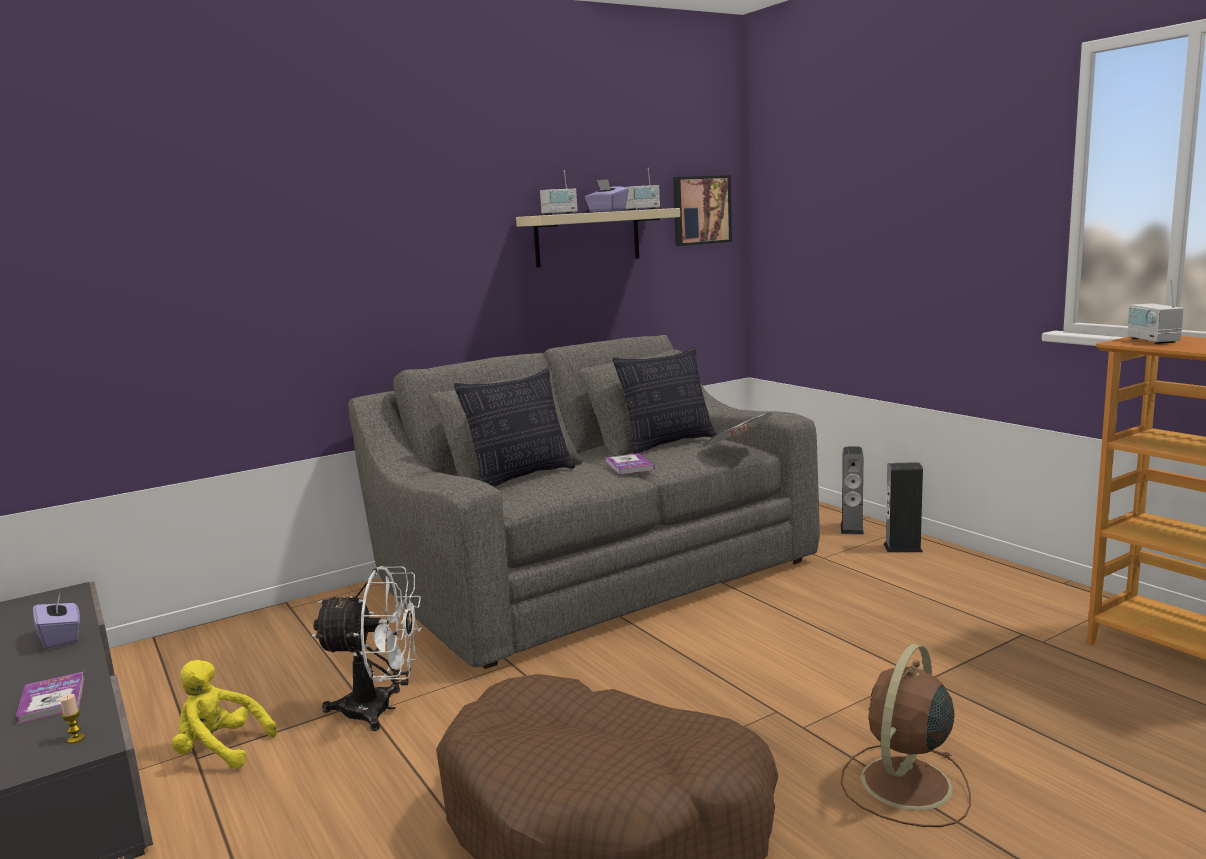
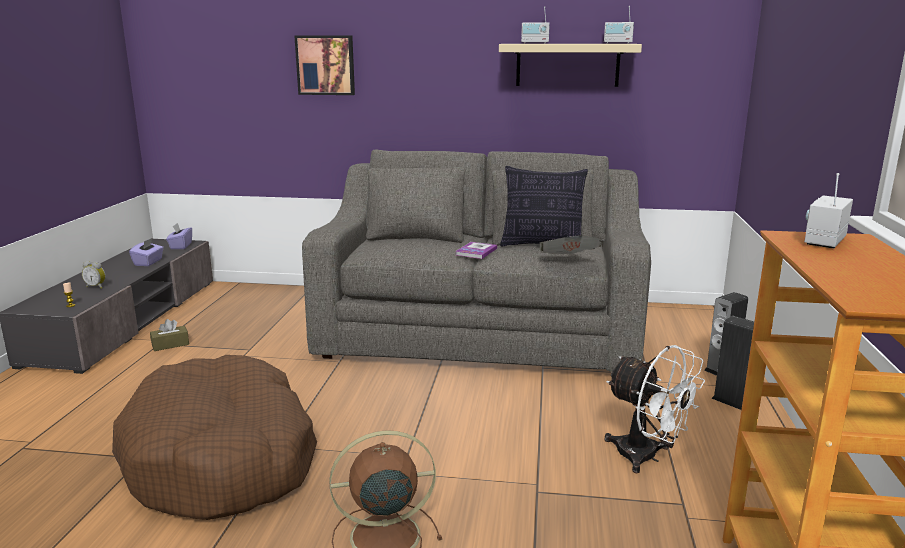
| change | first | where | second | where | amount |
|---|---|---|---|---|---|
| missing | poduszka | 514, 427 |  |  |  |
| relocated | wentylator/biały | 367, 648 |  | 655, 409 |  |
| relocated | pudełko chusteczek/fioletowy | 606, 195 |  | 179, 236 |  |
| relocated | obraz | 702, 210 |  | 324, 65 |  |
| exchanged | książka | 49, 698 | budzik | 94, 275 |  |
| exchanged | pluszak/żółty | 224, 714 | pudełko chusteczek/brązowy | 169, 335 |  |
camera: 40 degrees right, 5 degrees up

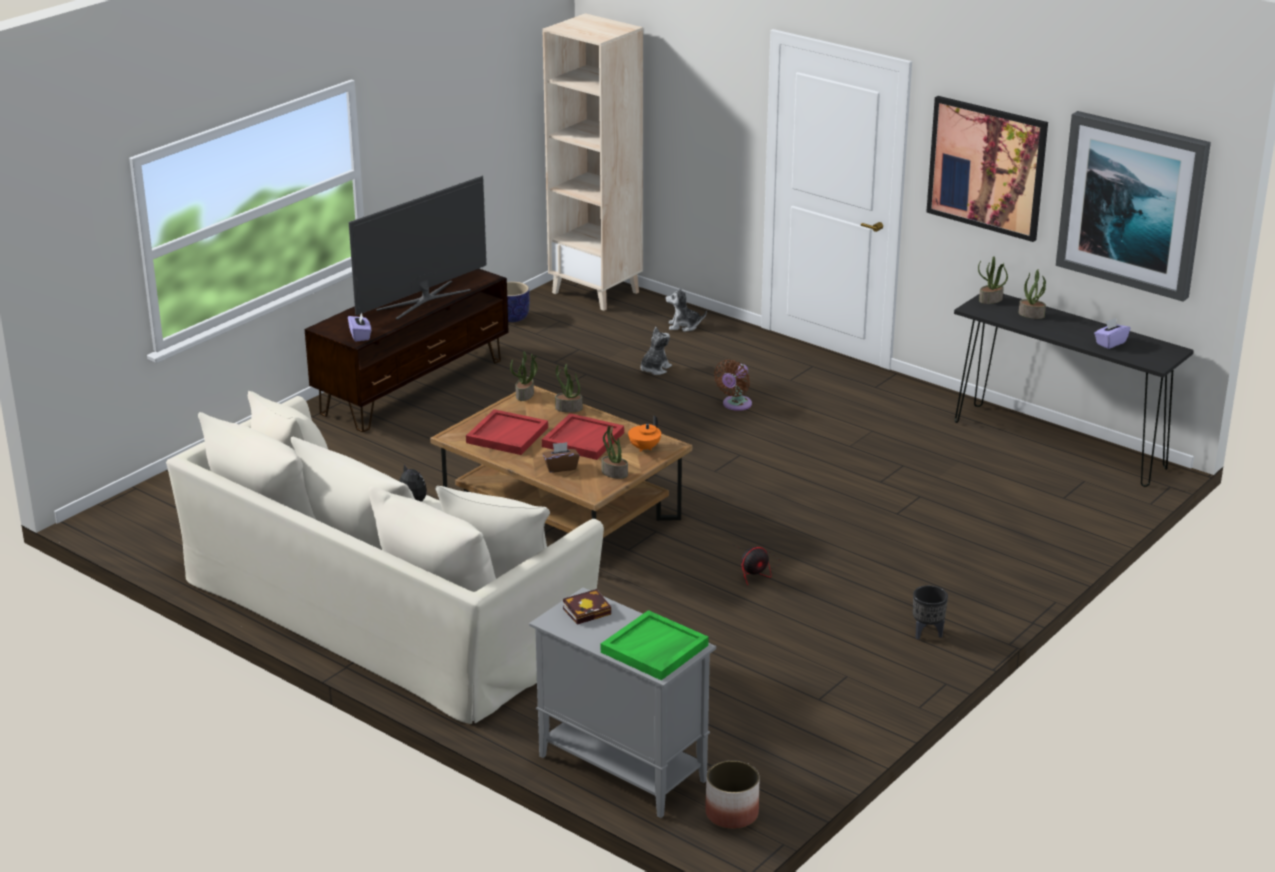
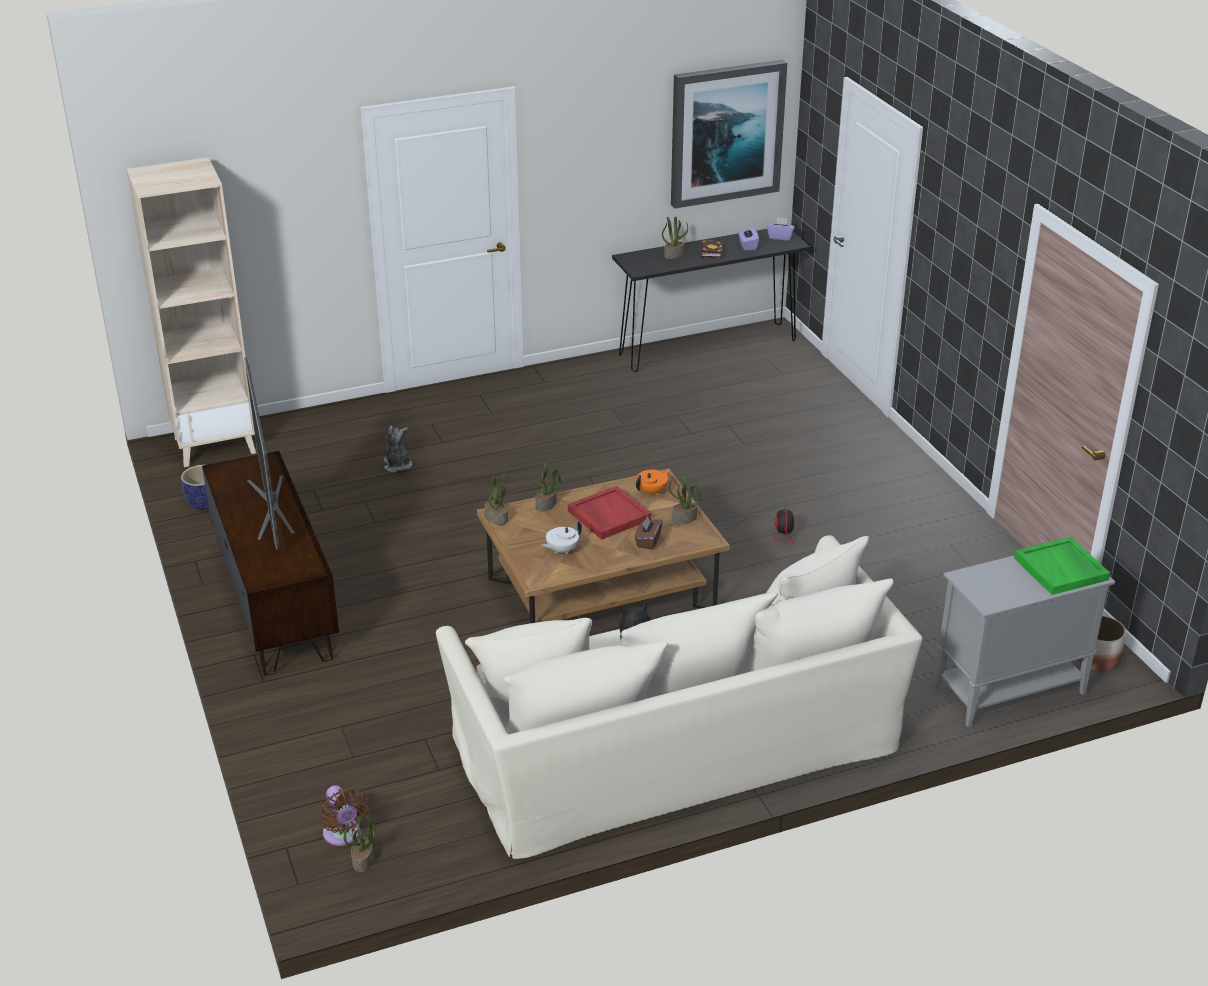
| change | first | where | second | where | amount |
|---|---|---|---|---|---|
| missing | pluszak | 686, 309 |  |  |  |
| missing | donica/czarny | 930, 612 |  |  |  |
| missing | obraz | 987, 169 |  |  |  |
| relocated | pudełko chusteczek/fioletowy | 359, 327 |  | 781, 229 |  |
| relocated | książka | 587, 607 |  | 711, 249 |  |
| relocated | wentylator/brązowy | 733, 385 |  | 344, 815 |  |
| relocated | roślina doniczkowa | 993, 280 |  | 360, 843 |  |
| exchanged | taca/czerwony | 507, 432 | imbryk/biały | 561, 537 |  |
| spun | imbryk/pomarańczowy | 644, 433 |  | 653, 482 | 105 degrees counterclockwise |
camera: 60 degrees left, 5 degrees up

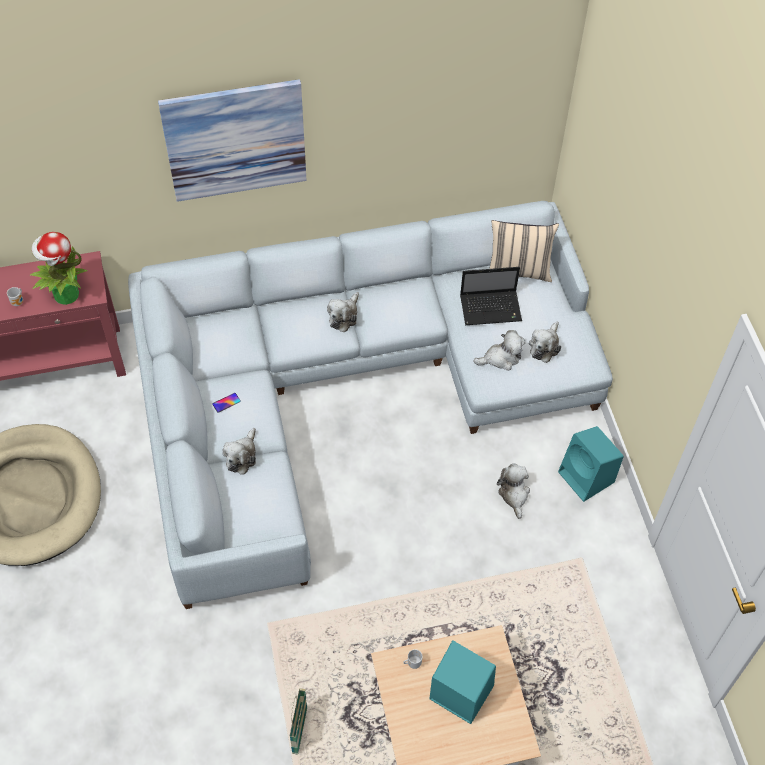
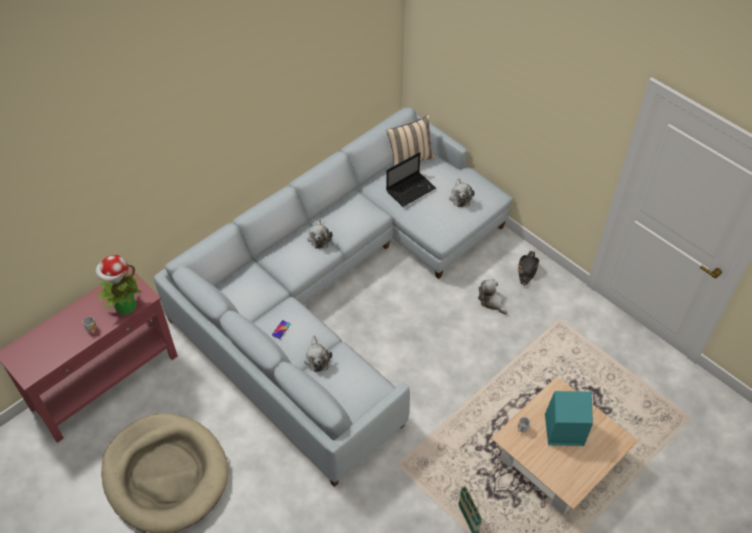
| change | first | where | second | where | amount |
|---|---|---|---|---|---|
| missing | obraz | 232, 140 |  |  |  |
| missing | pluszak | 499, 350 |  |  |  |
| exchanged | głośnik/turkusowy | 591, 464 | kapelusz/czarny | 528, 268 |  |
camera: 30 degrees left, 5 degrees down

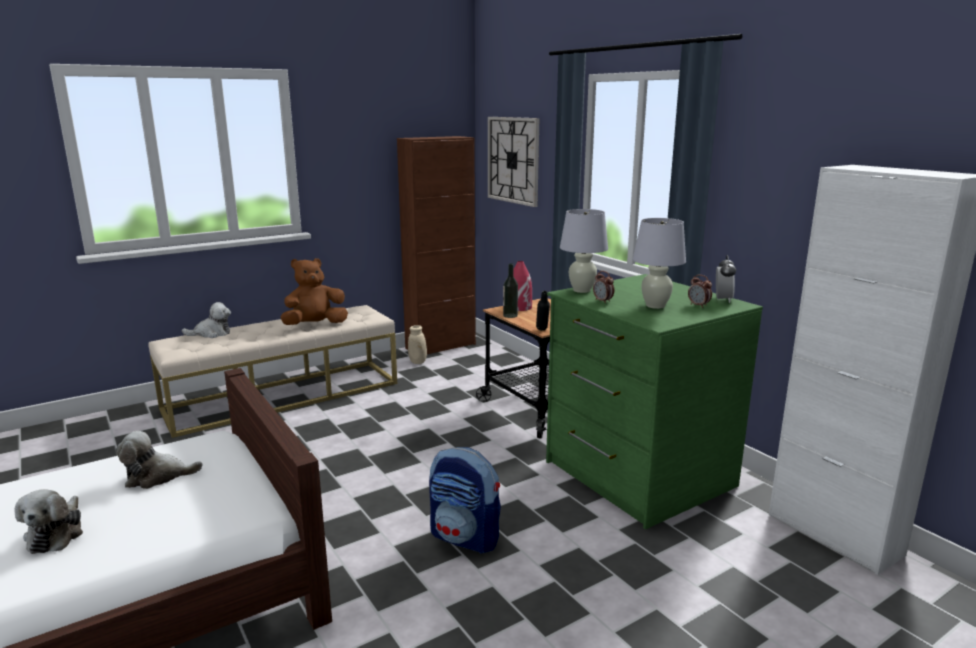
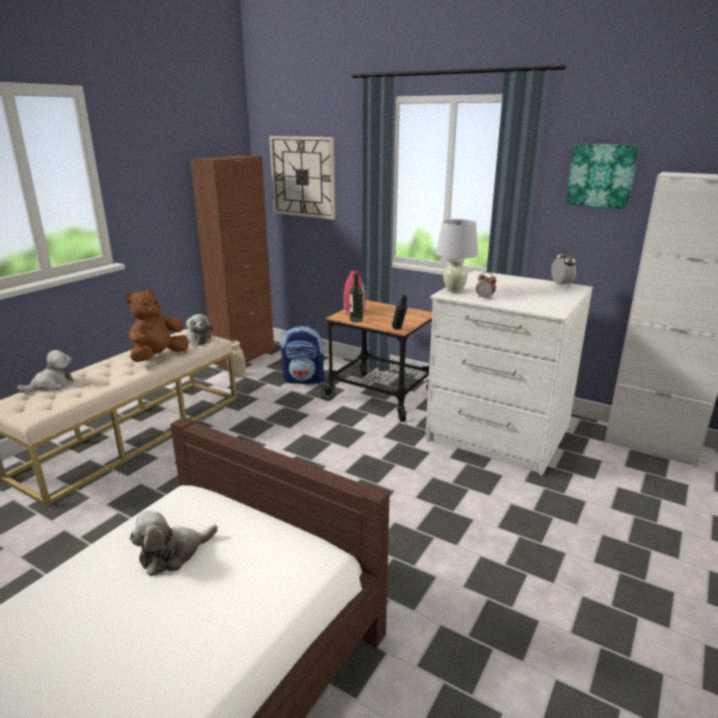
| change | first | where | second | where | amount |
|---|---|---|---|---|---|
| missing | lampa stołowa/biały | 659, 263 |  |  |  |
| missing | budzik | 700, 291 |  |  |  |
| appeared |  |  | obraz | 602, 176 |  |
| relocated | pluszak | 49, 522 |  | 199, 329 |  |
| relocated | plecak | 465, 500 |  | 303, 355 |  |
| colour | komoda/zielony | 654, 401 | komoda/biały | 509, 373 |  |
camera: 25 degrees left, 5 degrees up

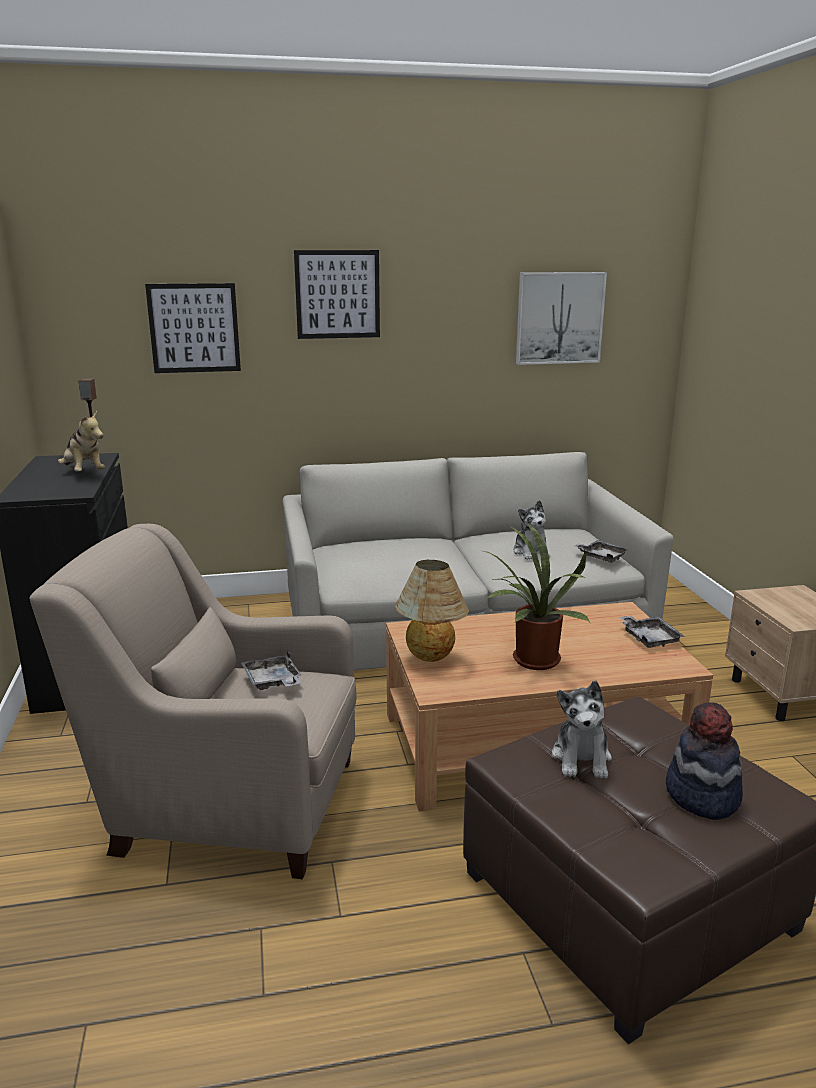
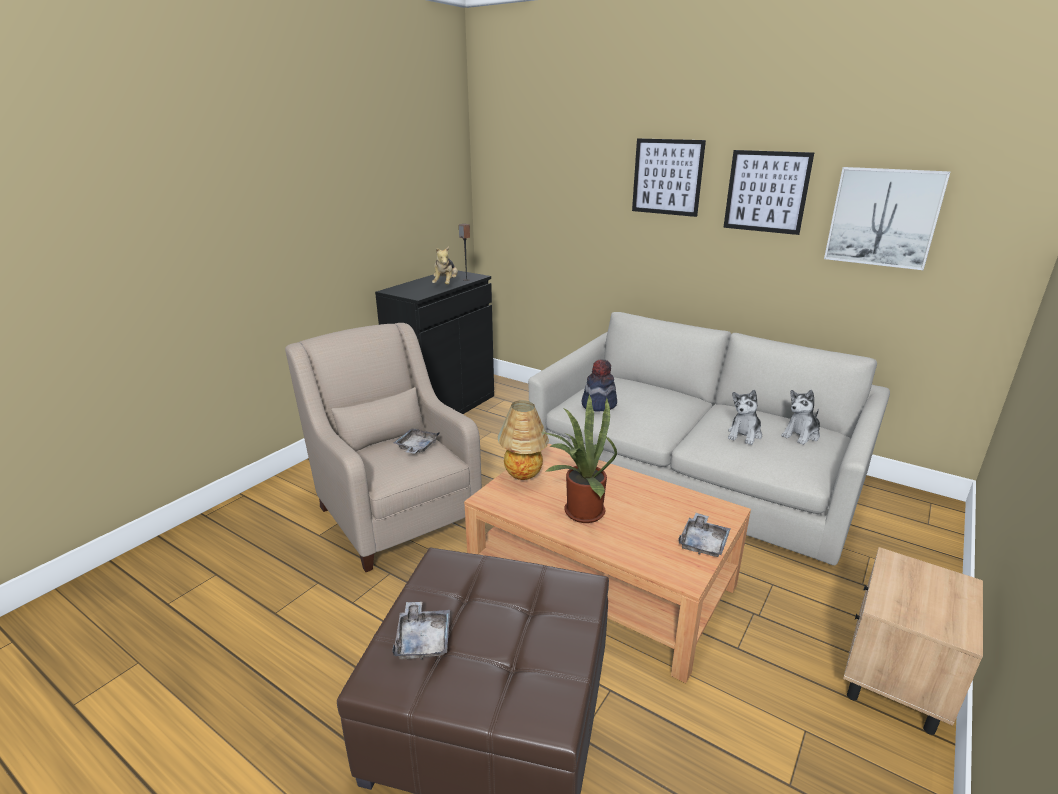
| change | first | where | second | where | amount |
|---|---|---|---|---|---|
| relocated | obraz | 193, 328 |  | 768, 192 |  |
| relocated | pluszak | 582, 729 |  | 800, 417 |  |
| relocated | taca/szary | 601, 551 |  | 421, 630 |  |
| relocated | kapelusz | 704, 761 |  | 599, 385 |  |
camera: 45 degrees right, 5 degrees up

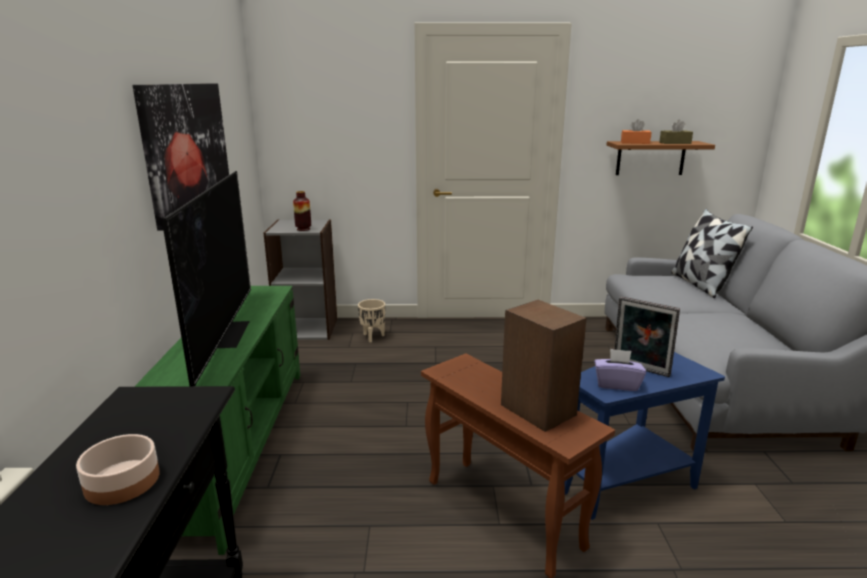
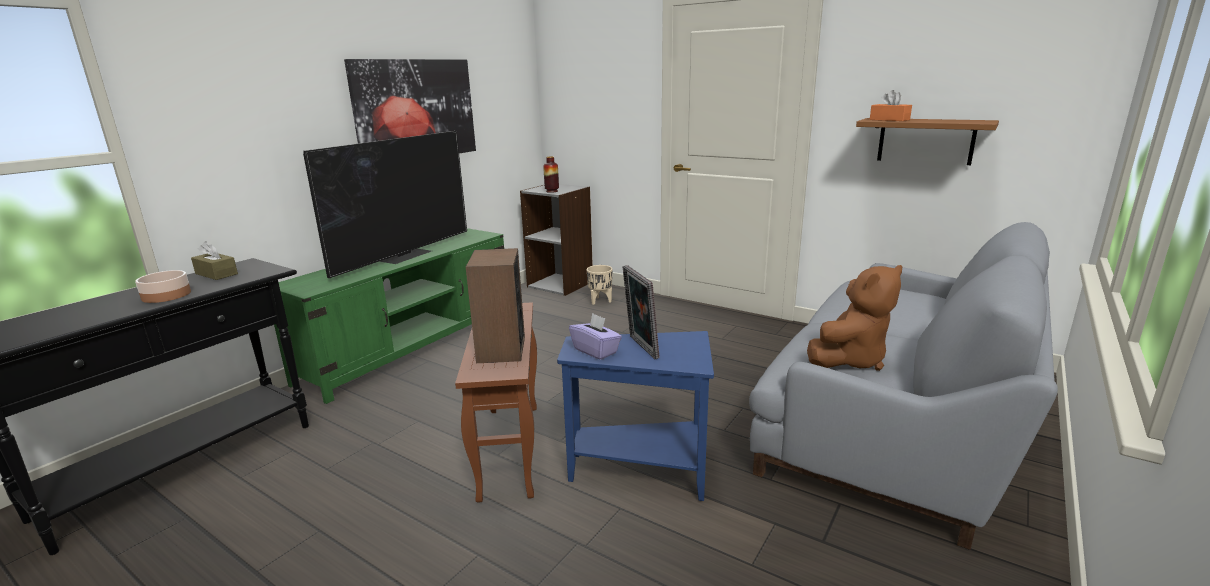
| change | first | where | second | where | amount |
|---|---|---|---|---|---|
| missing | poduszka | 712, 253 |  |  |  |
| appeared |  |  | pluszak/brązowy | 854, 318 |  |
| relocated | pudełko chusteczek/brązowy | 676, 132 |  | 214, 260 |  |
camera: 35 degrees right, 0 degrees up

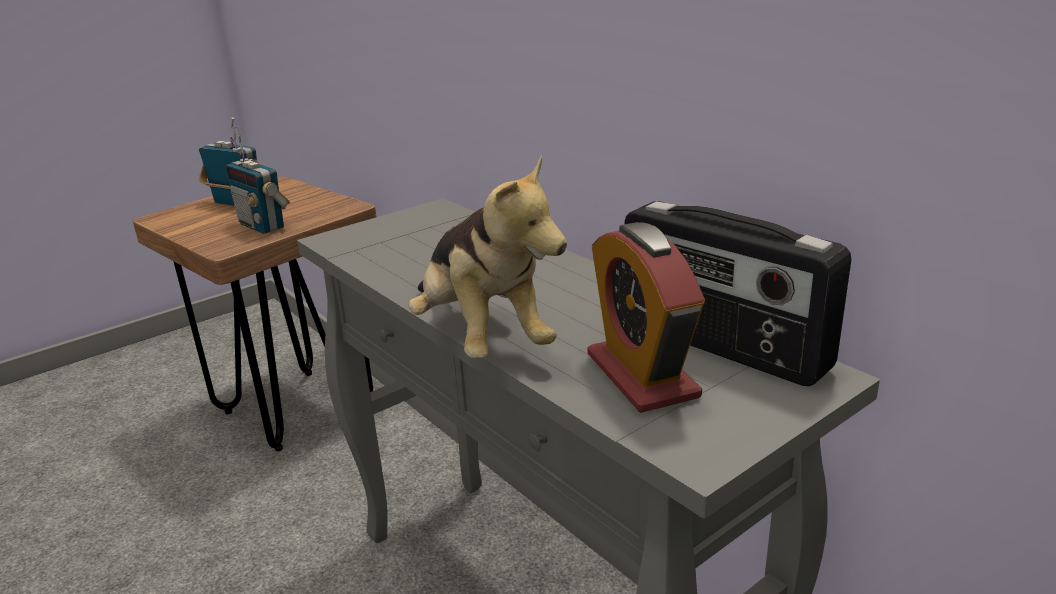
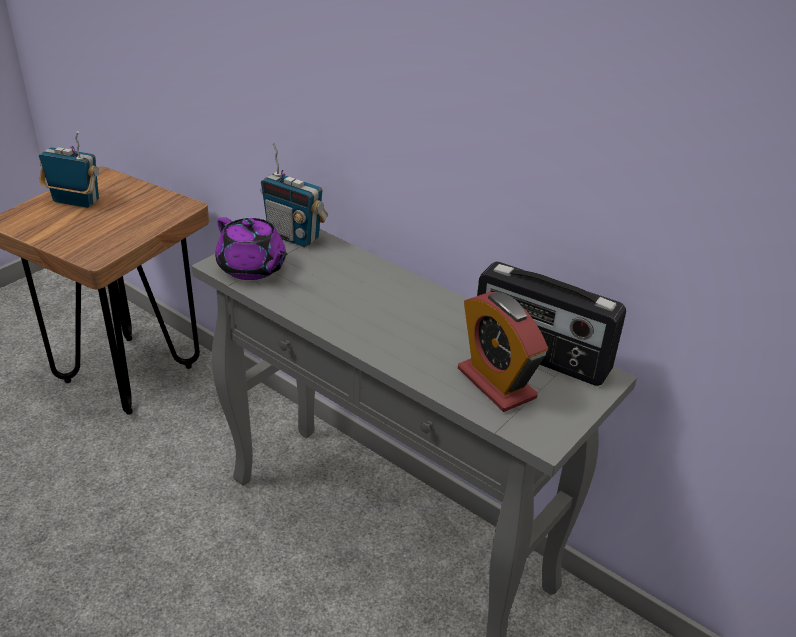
| change | first | where | second | where | amount |
|---|---|---|---|---|---|
| missing | pluszak | 488, 256 |  |  |  |
| appeared |  |  | imbryk/fioletowy | 251, 248 |  |
| relocated | radio | 257, 180 |  | 294, 195 |  |
camera: 15 degrees left, 10 degrees up

